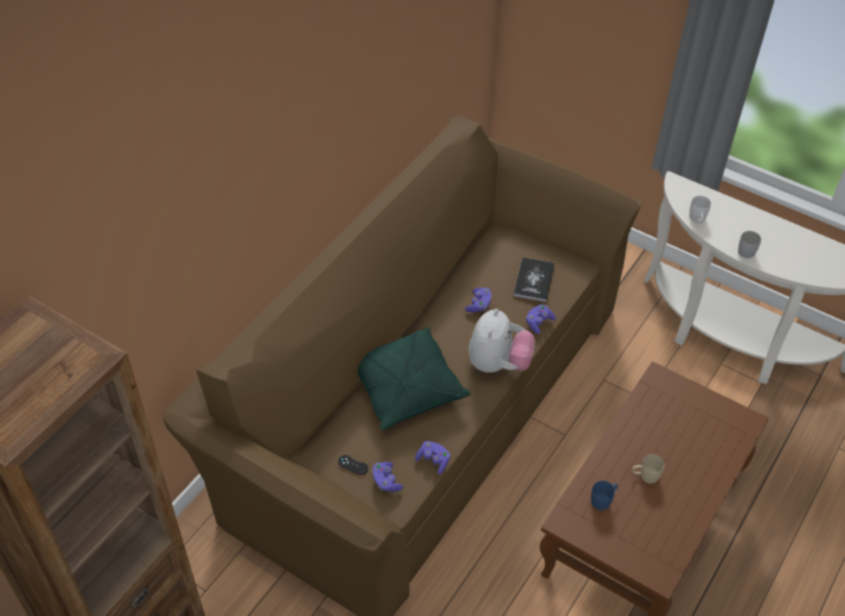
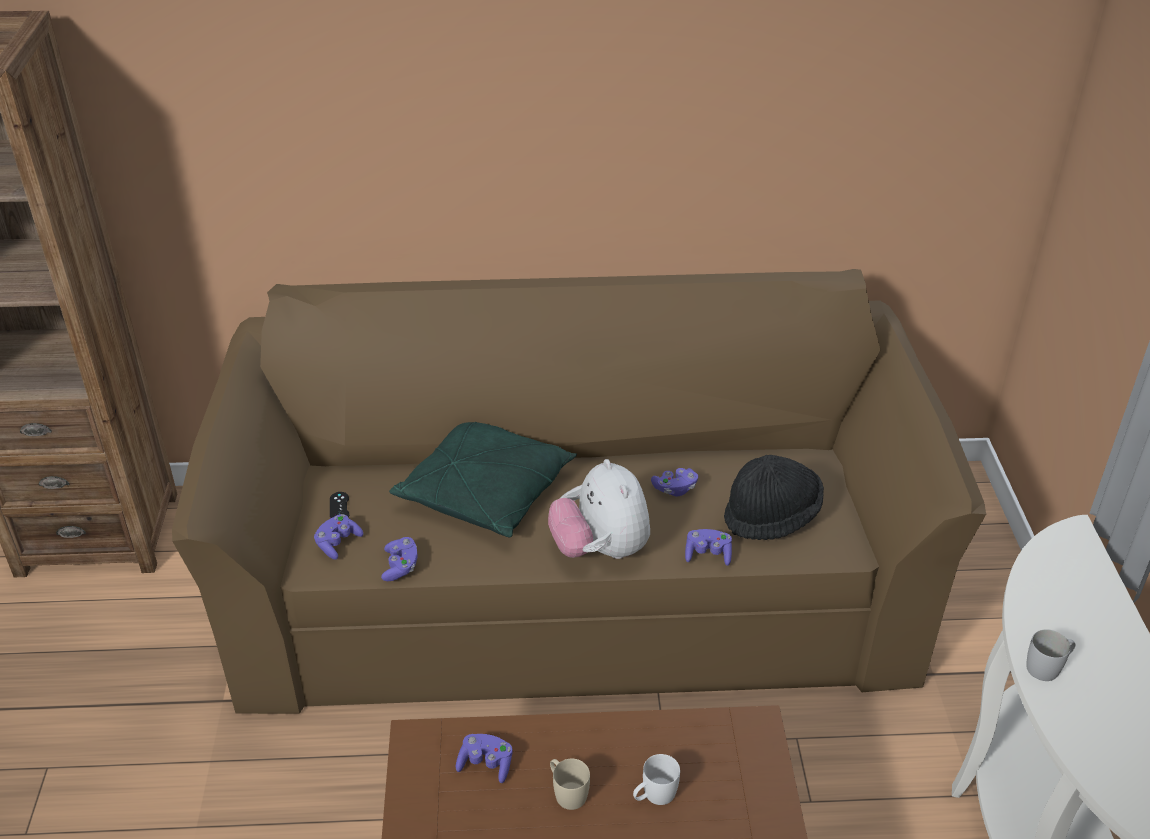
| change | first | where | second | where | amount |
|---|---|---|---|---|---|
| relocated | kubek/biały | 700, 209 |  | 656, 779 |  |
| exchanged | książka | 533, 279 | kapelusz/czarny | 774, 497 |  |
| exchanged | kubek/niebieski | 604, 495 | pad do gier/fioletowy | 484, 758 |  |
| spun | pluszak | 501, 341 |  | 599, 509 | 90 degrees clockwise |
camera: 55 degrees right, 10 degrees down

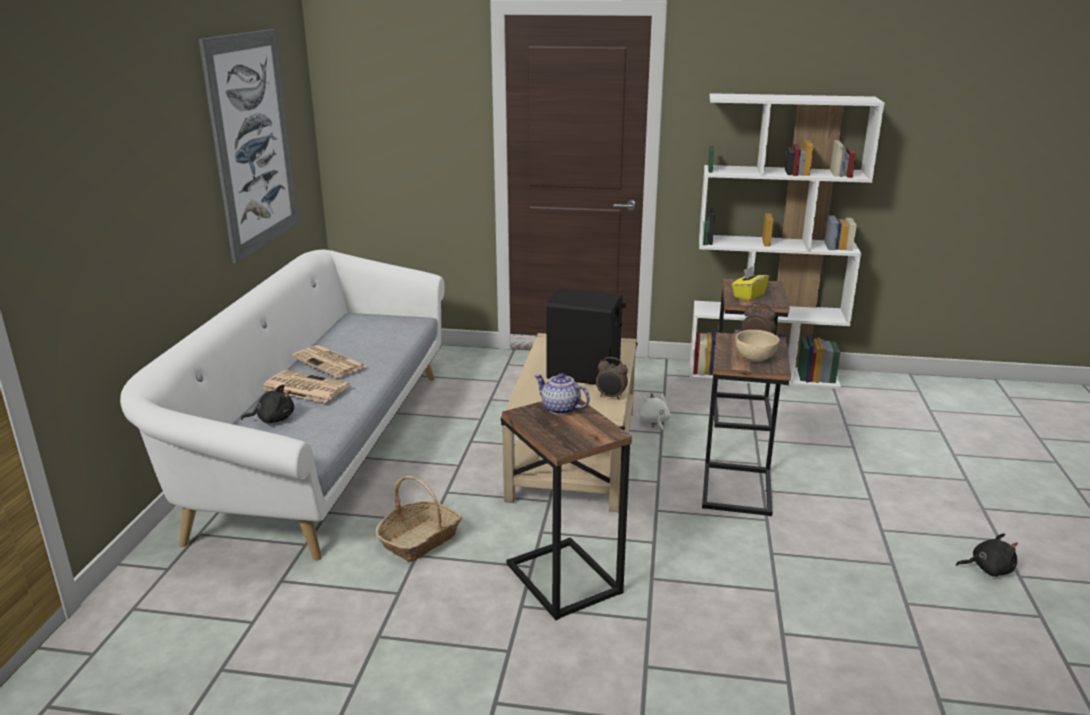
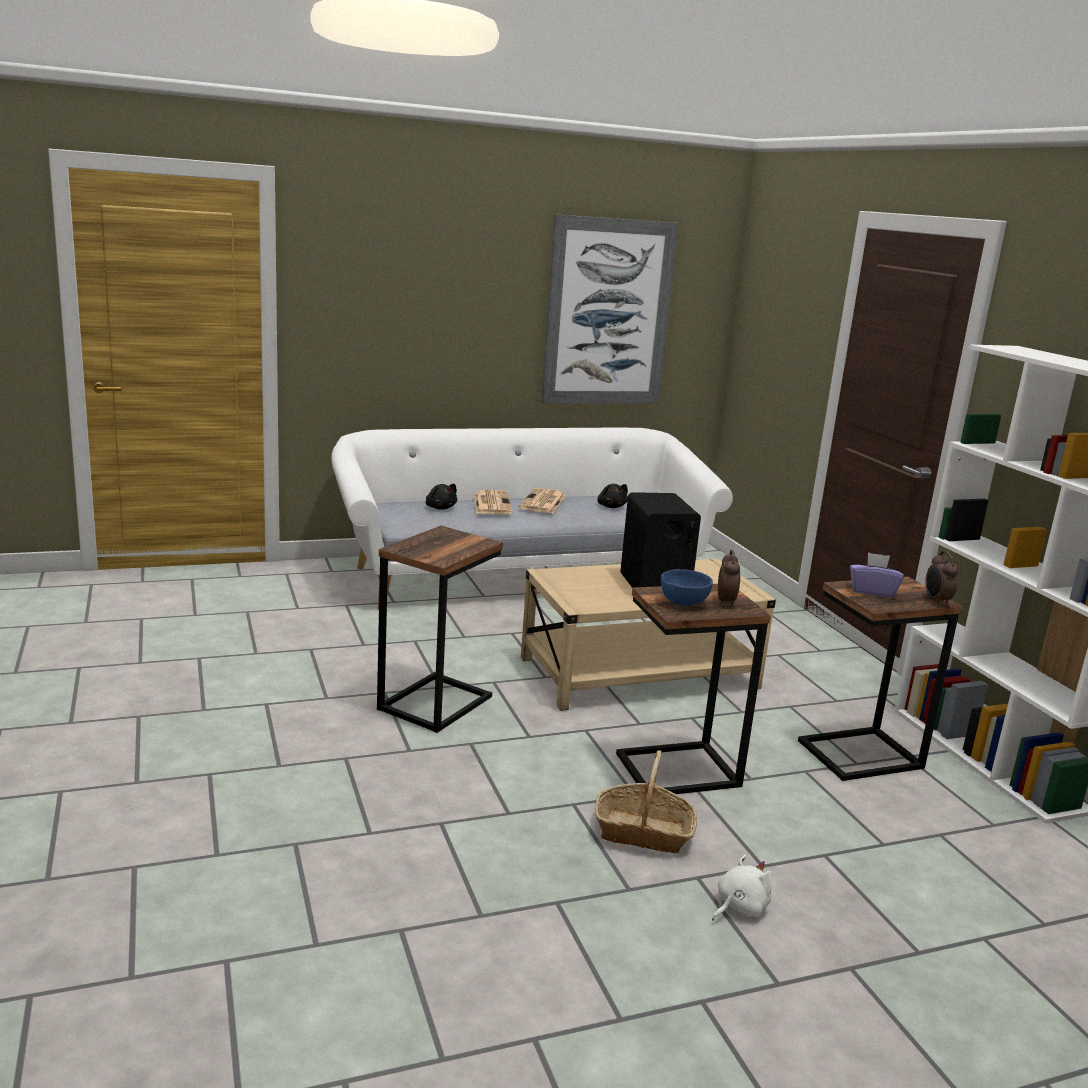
| change | first | where | second | where | amount |
|---|---|---|---|---|---|
| missing | imbryk | 562, 394 |  |  |  |
| relocated | koszyk | 418, 519 |  | 646, 801 |  |
| relocated | budzik | 612, 378 |  | 941, 578 |  |
| relocated | pluszak/biały | 654, 412 |  | 742, 887 |  |
| relocated | pluszak/czarny | 987, 555 |  | 612, 496 |  |
| colour | pudełko chusteczek/żółty | 750, 283 | pudełko chusteczek/fioletowy | 877, 574 |  |
| colour | miska/beżowy | 757, 346 | miska/niebieski | 687, 587 |  |
camera: 60 degrees right, 5 degrees down

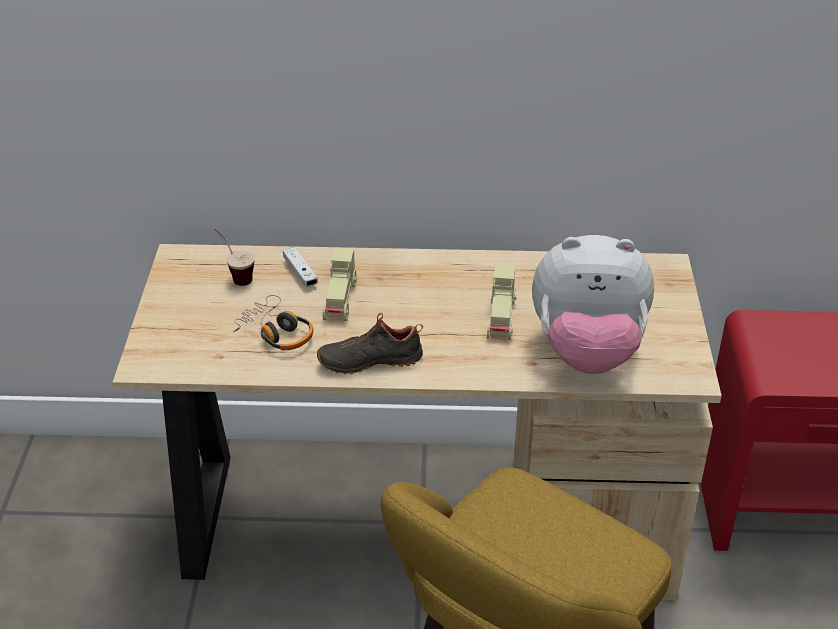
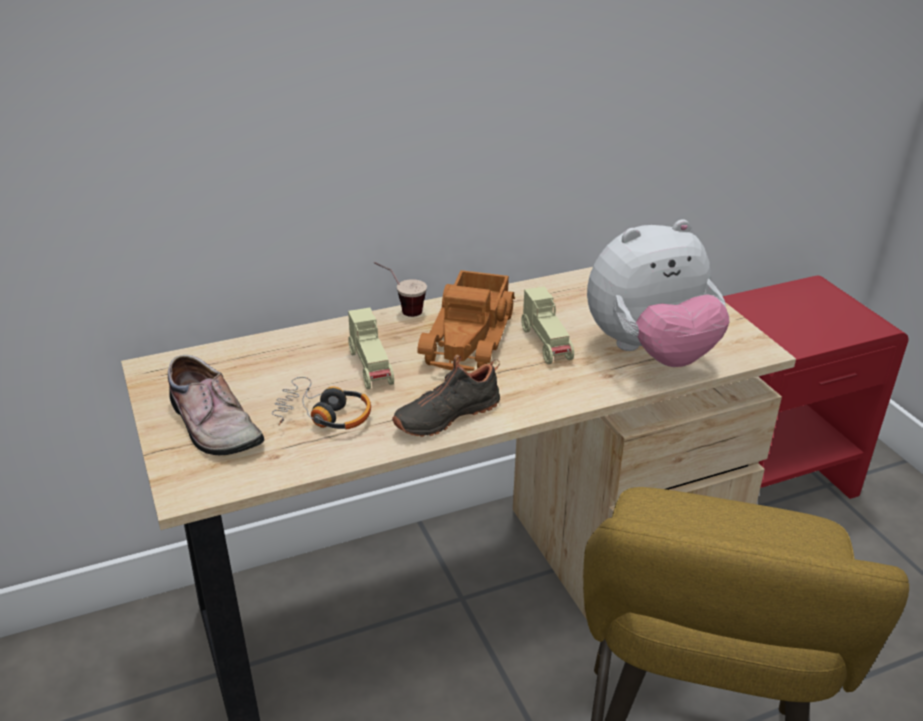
| change | first | where | second | where | amount |
|---|---|---|---|---|---|
| missing | pad do gier/biały | 300, 267 |  |  |  |
| appeared |  |  | but | 216, 405 |  |
| appeared |  |  | ciężarówka zabawkowa | 466, 320 |  |
| relocated | filiżanka | 234, 257 |  | 400, 289 |  |
camera: 25 degrees left, 5 degrees down

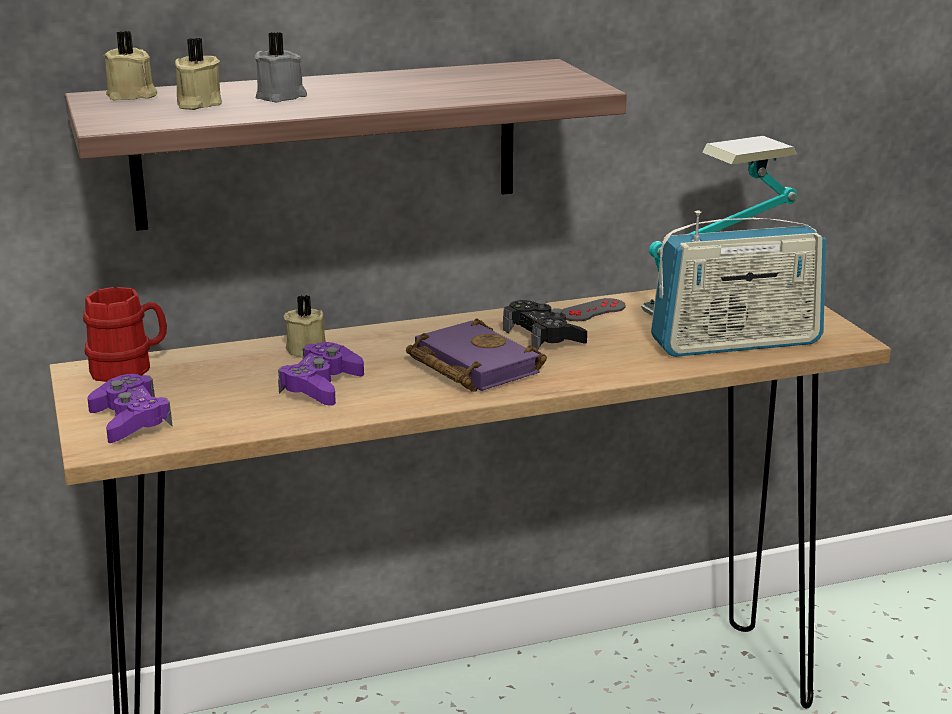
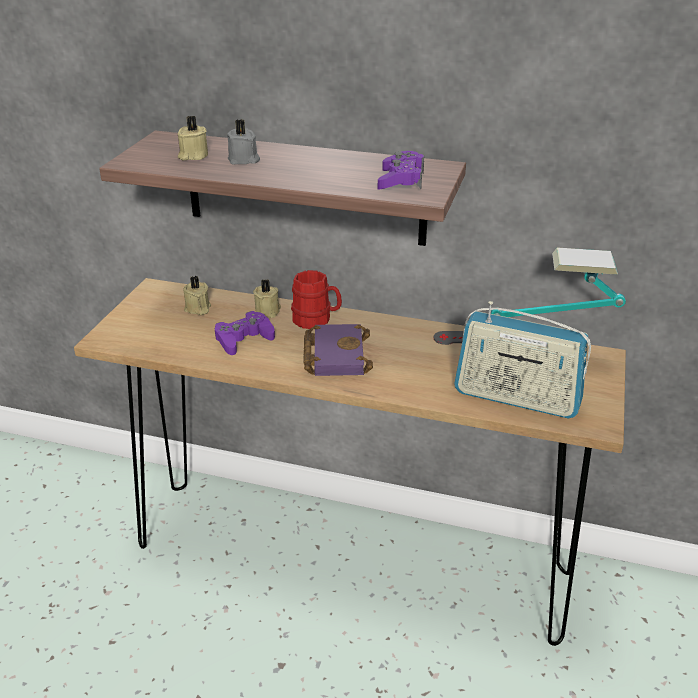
| change | first | where | second | where | amount |
|---|---|---|---|---|---|
| missing | pad do gier/czarny | 545, 325 |  |  |  |
| relocated | kubek/czerwony | 125, 334 |  | 316, 299 |  |
| relocated | pad do gier/fioletowy | 130, 408 |  | 401, 170 |  |
| relocated | świeca/beżowy | 130, 66 |  | 197, 295 |  |
camera: 35 degrees right, 10 degrees up

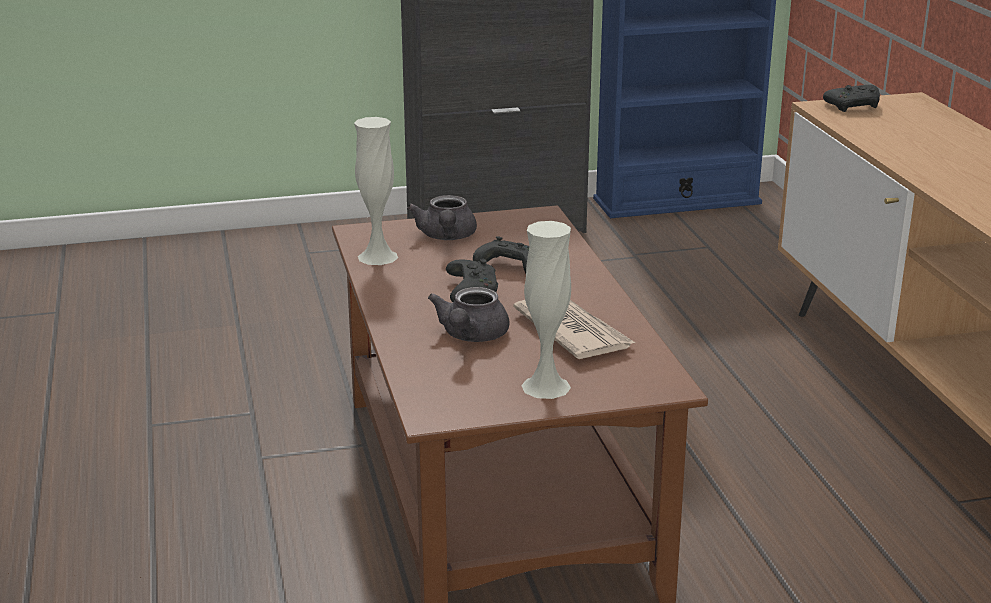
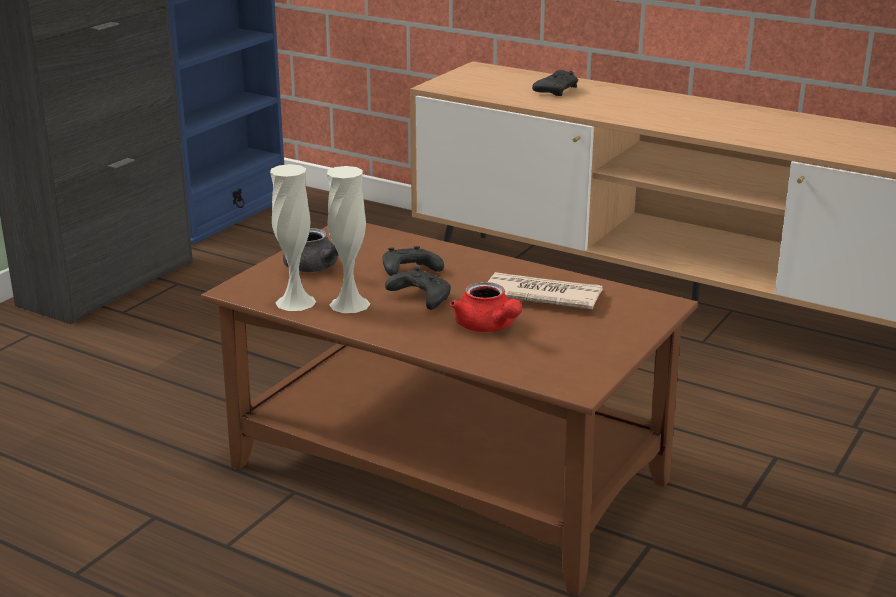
| change | first | where | second | where | amount |
|---|---|---|---|---|---|
| relocated | wazon/biały | 546, 310 |  | 348, 239 |  |
| relocated | pad do gier/czarny | 851, 98 |  | 555, 83 |  |
| colour | imbryk/szary | 468, 314 | imbryk/czerwony | 486, 307 |  |
camera: 45 degrees left, 0 degrees up

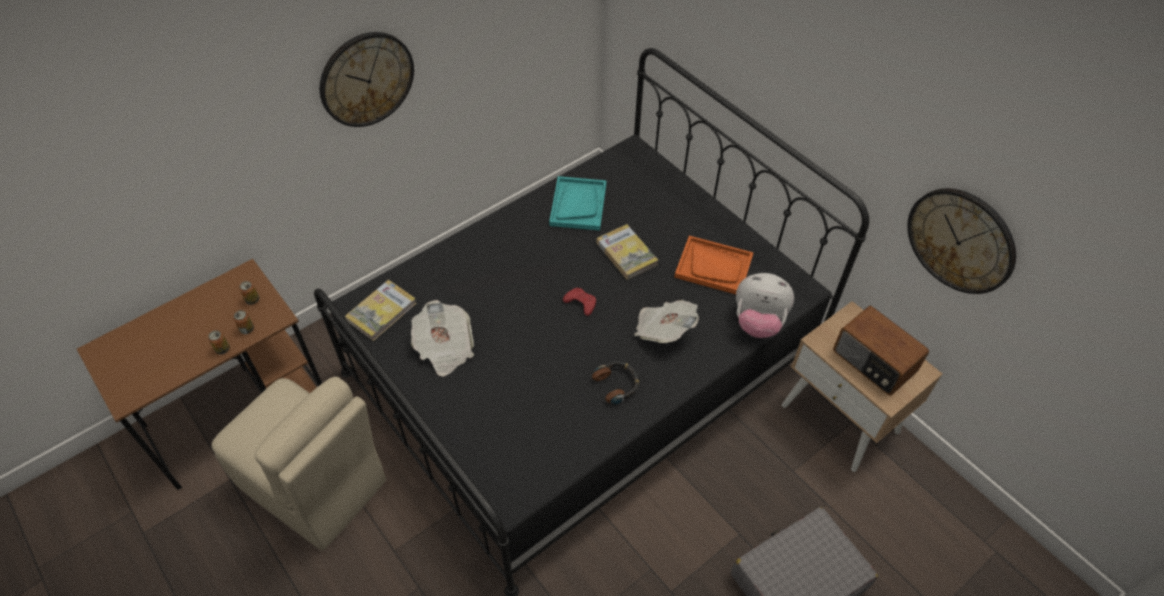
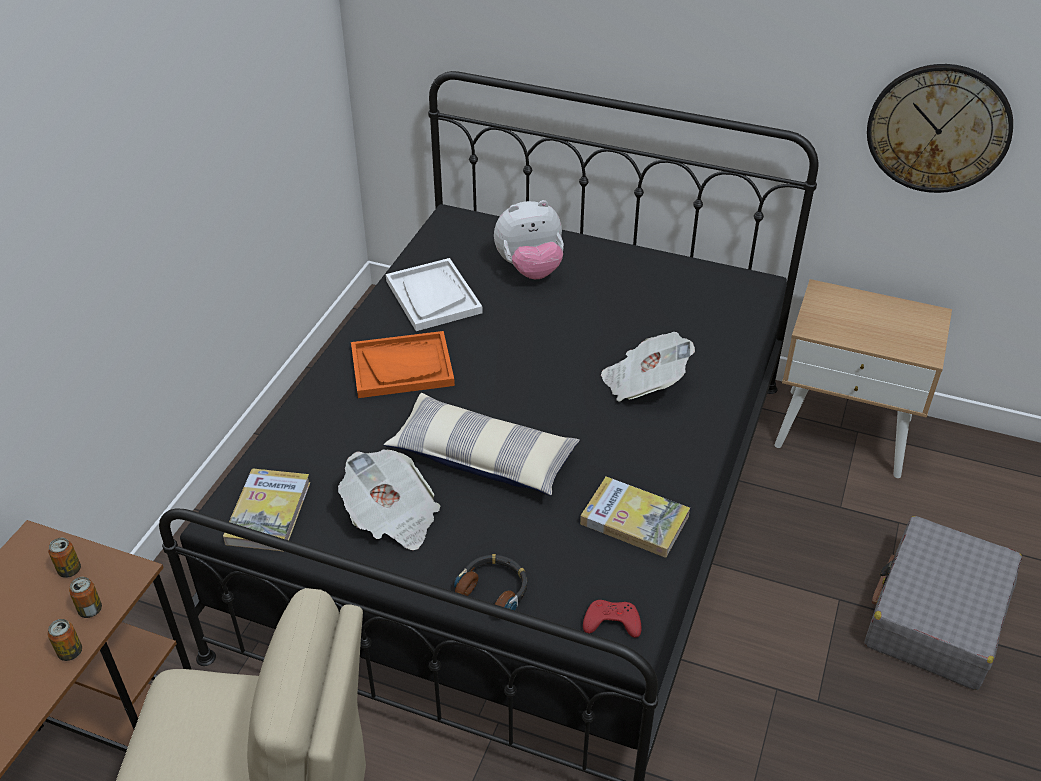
| change | first | where | second | where | amount |
|---|---|---|---|---|---|
| missing | zegar ścienny | 367, 79 |  |  |  |
| missing | radio | 881, 351 |  |  |  |
| appeared |  |  | poduszka | 482, 444 |  |
| relocated | pad do gier/czerwony | 579, 302 |  | 612, 619 |  |
| relocated | słuchawki | 615, 382 |  | 491, 582 |  |
| relocated | książka | 627, 252 |  | 635, 517 |  |
| relocated | taca/pomarańczowy | 713, 265 |  | 403, 364 |  |
| relocated | pluszak | 765, 305 |  | 529, 239 |  |
| colour | taca/turkusowy | 578, 203 | taca/biały | 434, 294 |  |
camera: 30 degrees left, 10 degrees down

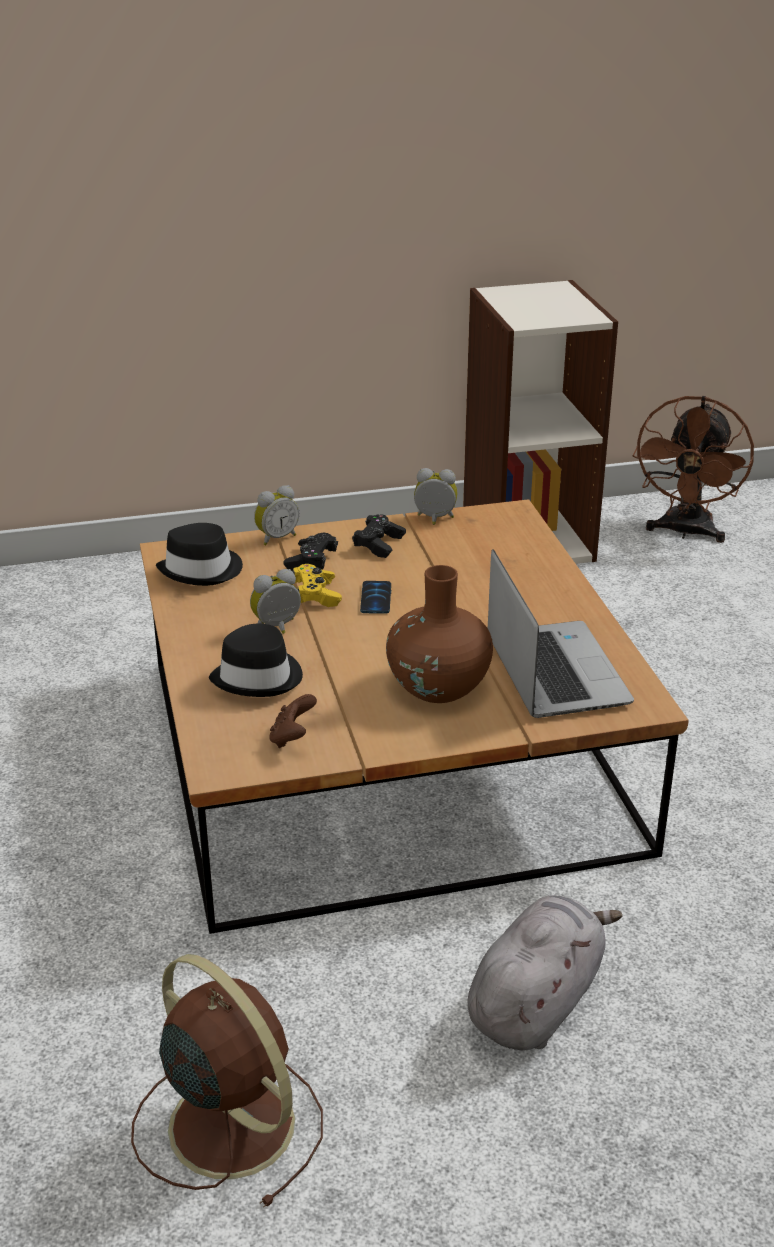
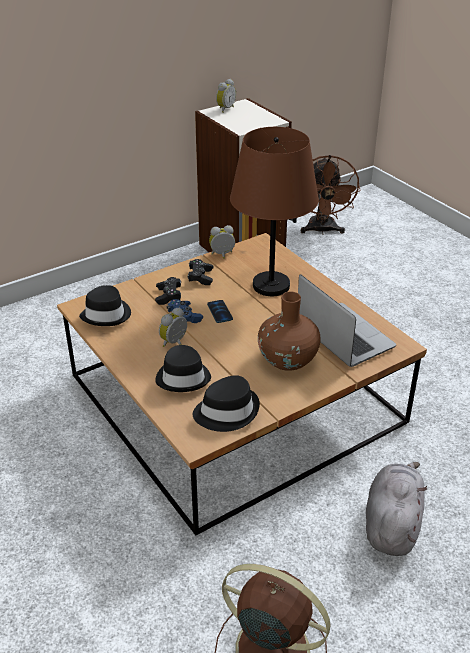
| change | first | where | second | where | amount |
|---|---|---|---|---|---|
| appeared |  |  | lampa stołowa/brązowy | 274, 211 |  |
| relocated | budzik | 276, 515 |  | 226, 96 |  |
| exchanged | pad do gier/brązowy | 293, 721 | kapelusz/czarny | 226, 403 |  |
| colour | pad do gier/żółty | 317, 585 | pad do gier/niebieski | 184, 311 |  |
camera: 20 degrees left, 5 degrees up

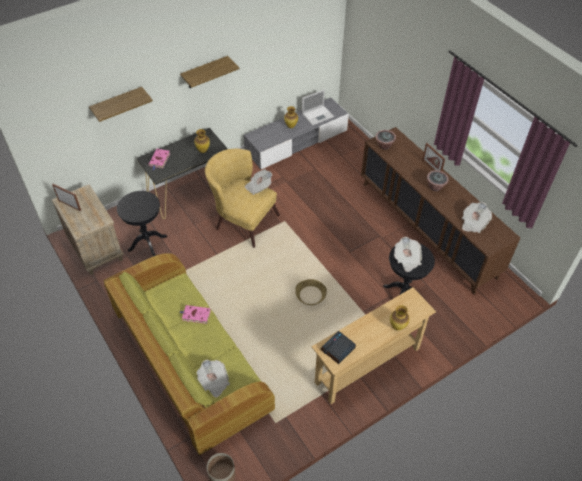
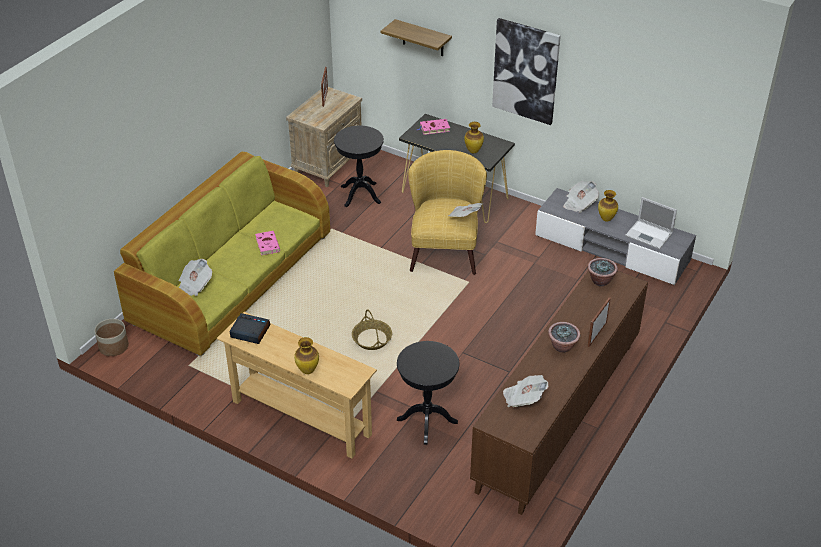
| change | first | where | second | where | amount |
|---|---|---|---|---|---|
| relocated | gazeta | 408, 254 |  | 581, 197 |  |
| exchanged | półka | 209, 72 | obraz | 526, 71 |  |
camera: 65 degrees right, 10 degrees down

